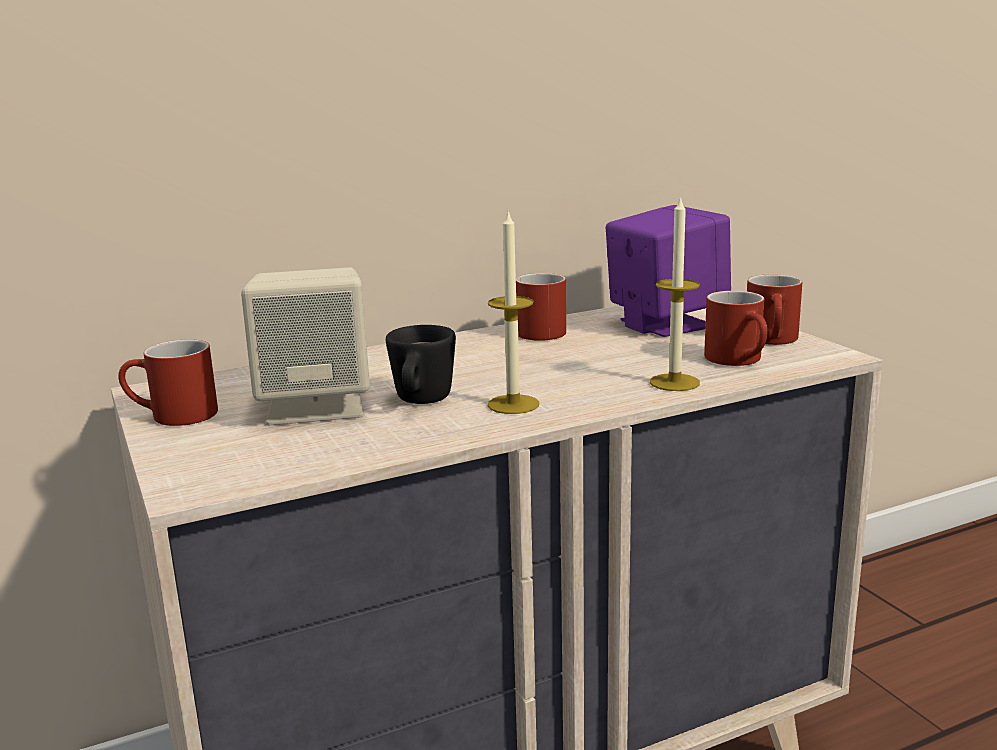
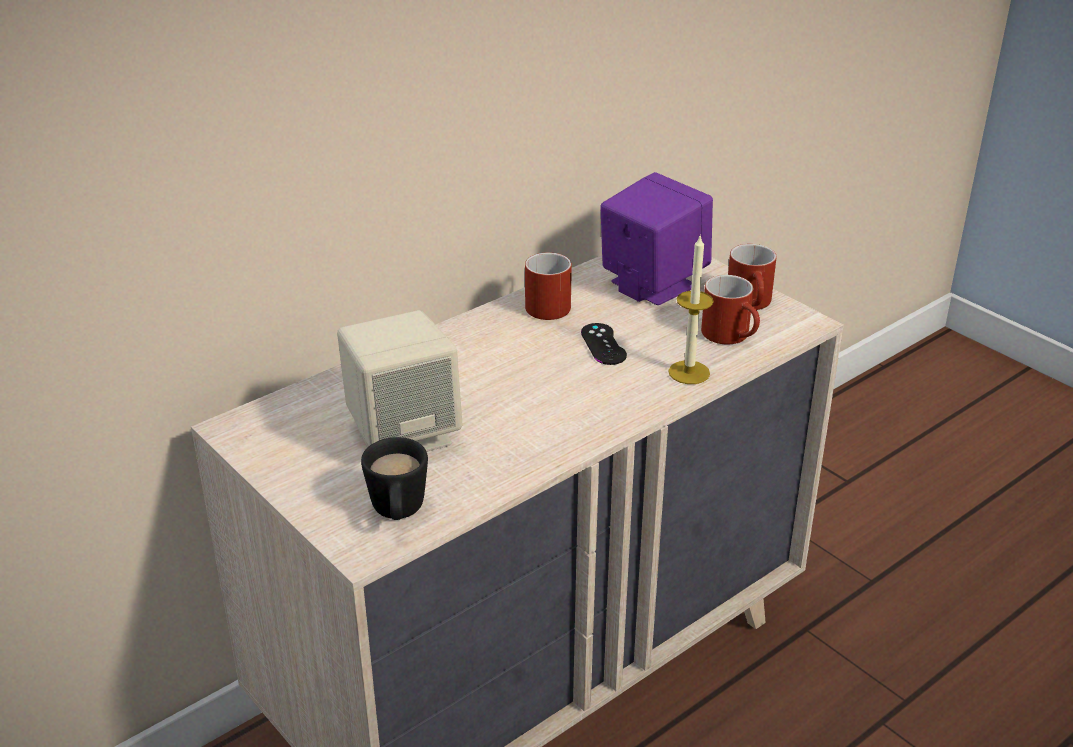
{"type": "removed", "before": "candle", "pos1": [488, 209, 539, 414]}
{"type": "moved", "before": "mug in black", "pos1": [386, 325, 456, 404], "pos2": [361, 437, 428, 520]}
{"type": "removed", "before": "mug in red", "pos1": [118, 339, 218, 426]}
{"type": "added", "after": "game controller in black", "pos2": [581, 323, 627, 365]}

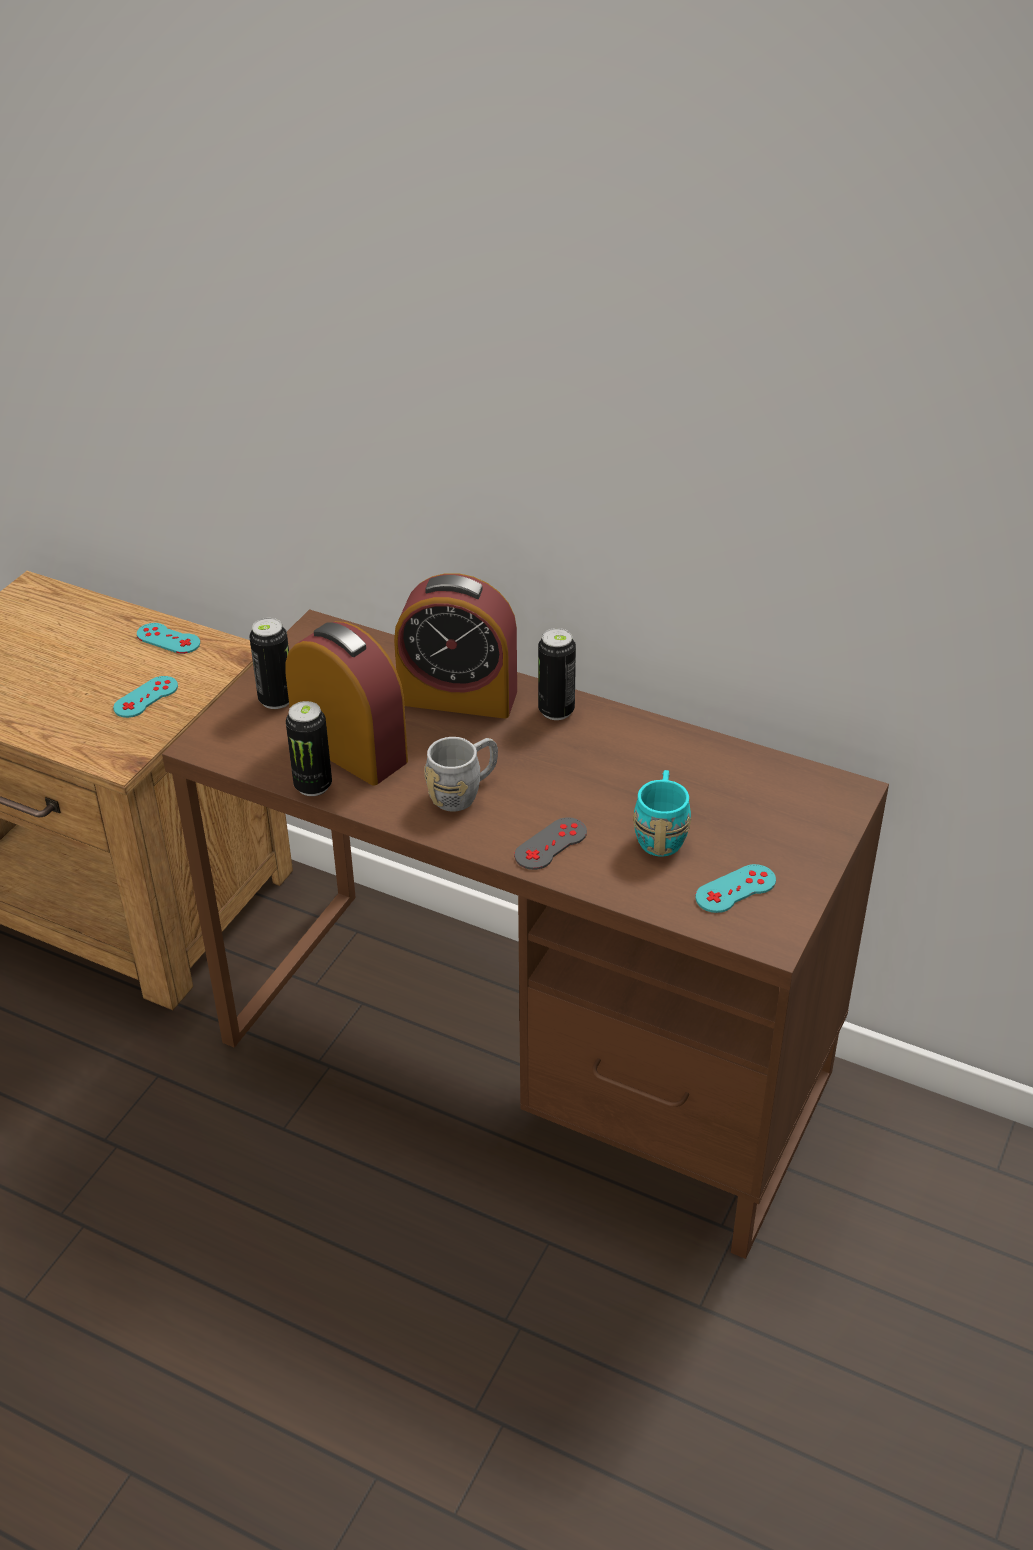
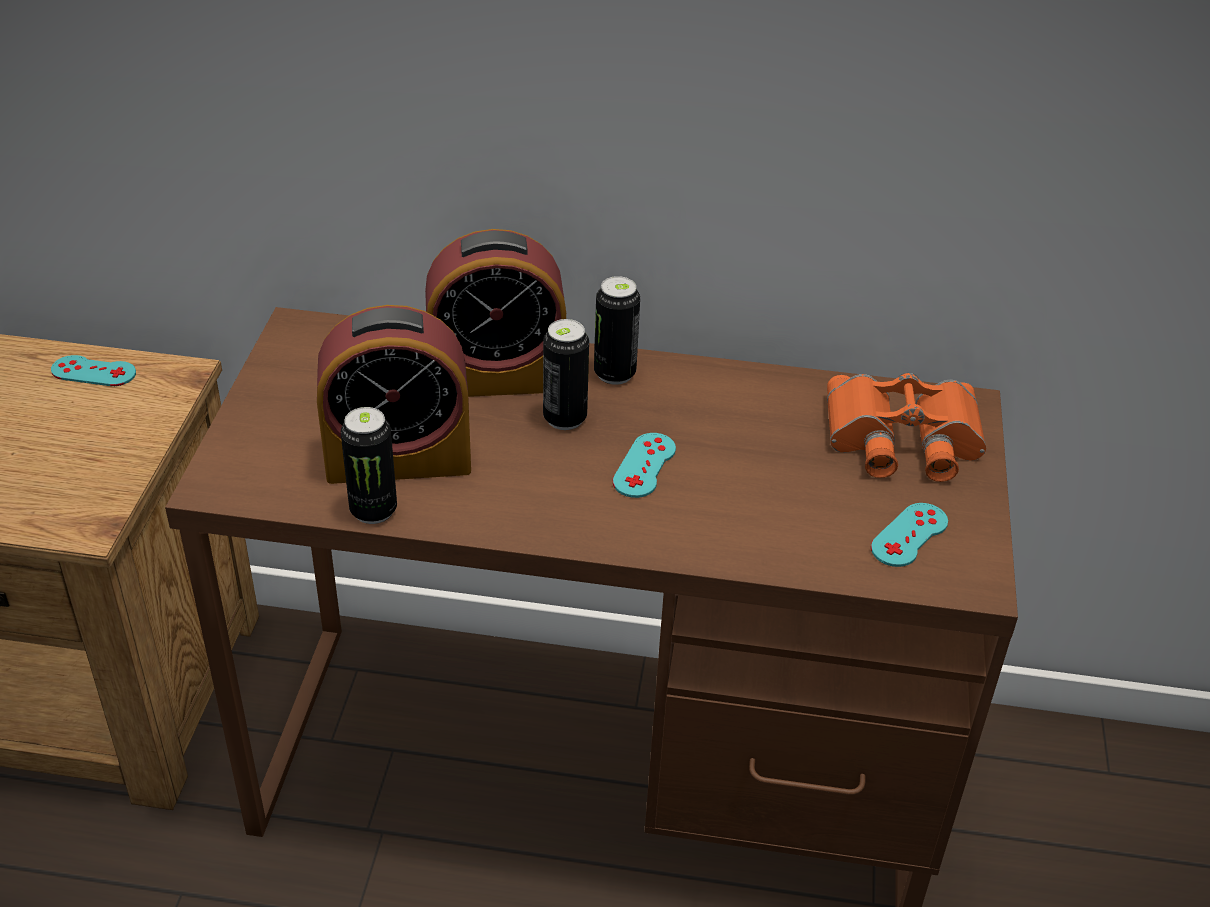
{"type": "moved", "before": "can", "pos1": [249, 618, 289, 709], "pos2": [543, 319, 589, 430]}
{"type": "turned", "before": "alarm clock", "pos1": [285, 621, 408, 786], "pos2": [317, 305, 471, 484], "turn": 150}
{"type": "moved", "before": "game controller in turquoise", "pos1": [113, 676, 178, 718], "pos2": [613, 433, 676, 498]}
{"type": "removed", "before": "mug in grey", "pos1": [424, 737, 498, 812]}
{"type": "removed", "before": "mug in turquoise", "pos1": [633, 770, 691, 857]}
{"type": "removed", "before": "game controller in grey", "pos1": [514, 817, 587, 870]}
{"type": "added", "after": "binoculars in orange", "pos2": [827, 373, 986, 482]}

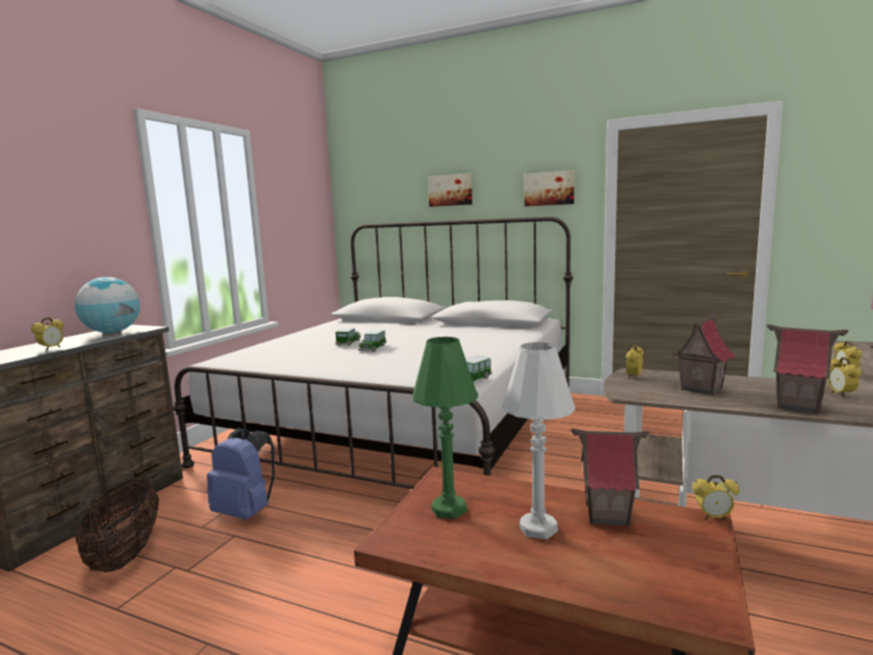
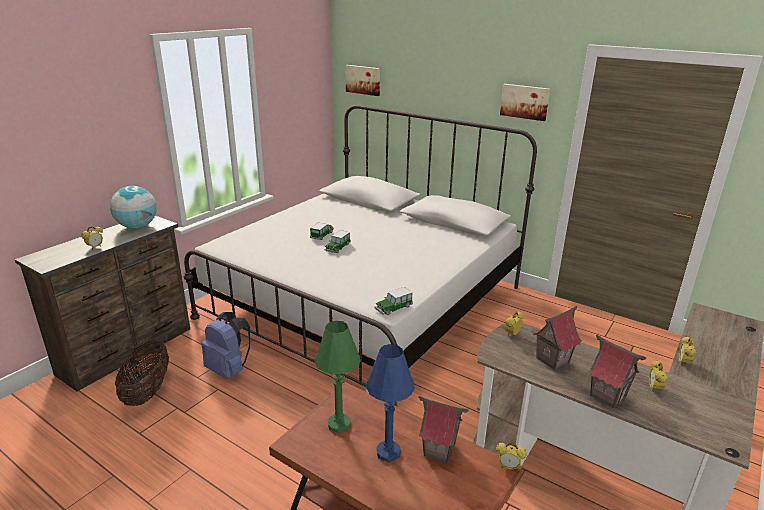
{"type": "moved", "before": "picture", "pos1": [428, 173, 472, 207], "pos2": [346, 65, 380, 96]}
{"type": "recoloured", "before": "table lamp in white", "after": "table lamp in blue", "pos1": [502, 342, 575, 539], "pos2": [366, 344, 415, 463]}

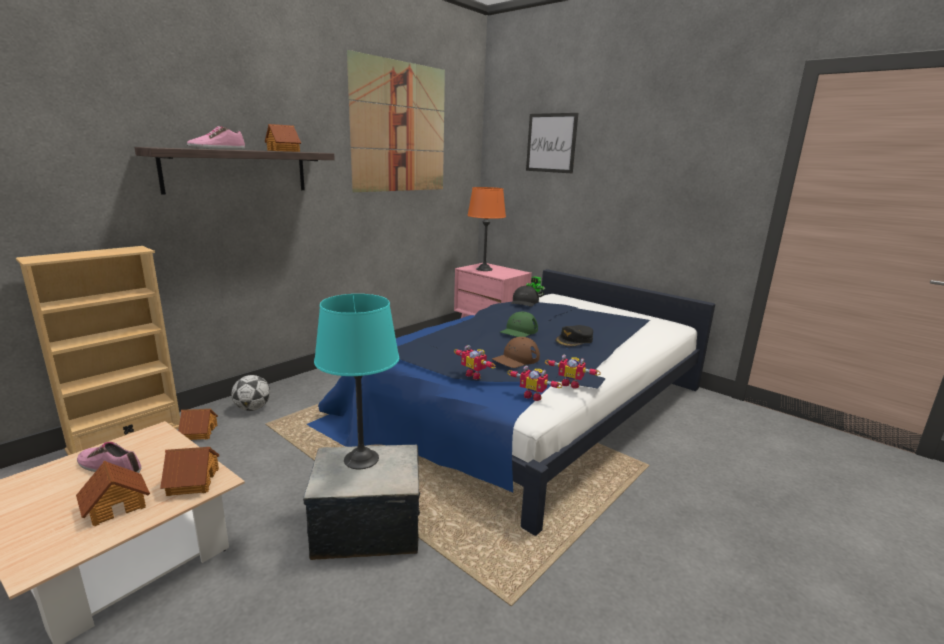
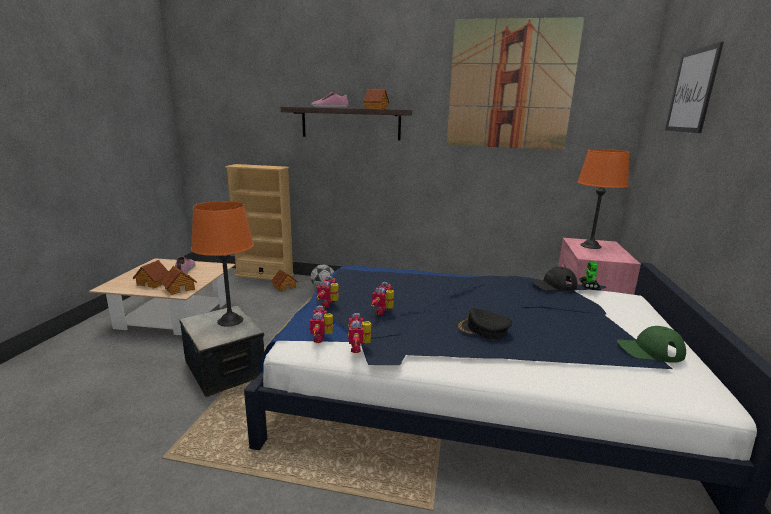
{"type": "recoloured", "before": "table lamp in turquoise", "after": "table lamp in orange", "pos1": [314, 294, 399, 469], "pos2": [191, 201, 254, 327]}
{"type": "moved", "before": "cap in green", "pos1": [500, 312, 538, 337], "pos2": [617, 326, 686, 363]}
{"type": "replaced", "before": "cap in brown", "after": "toy robot", "pos1": [492, 337, 540, 368], "pos2": [371, 282, 394, 315]}

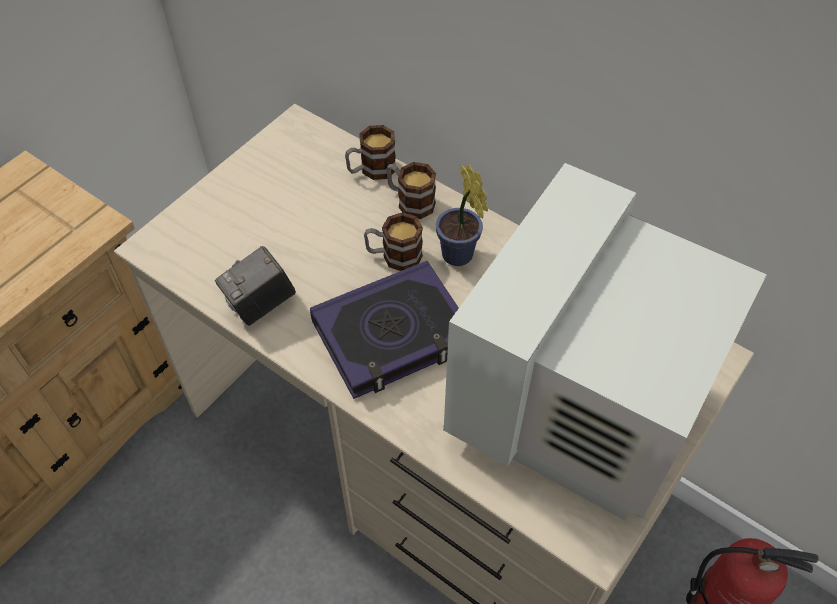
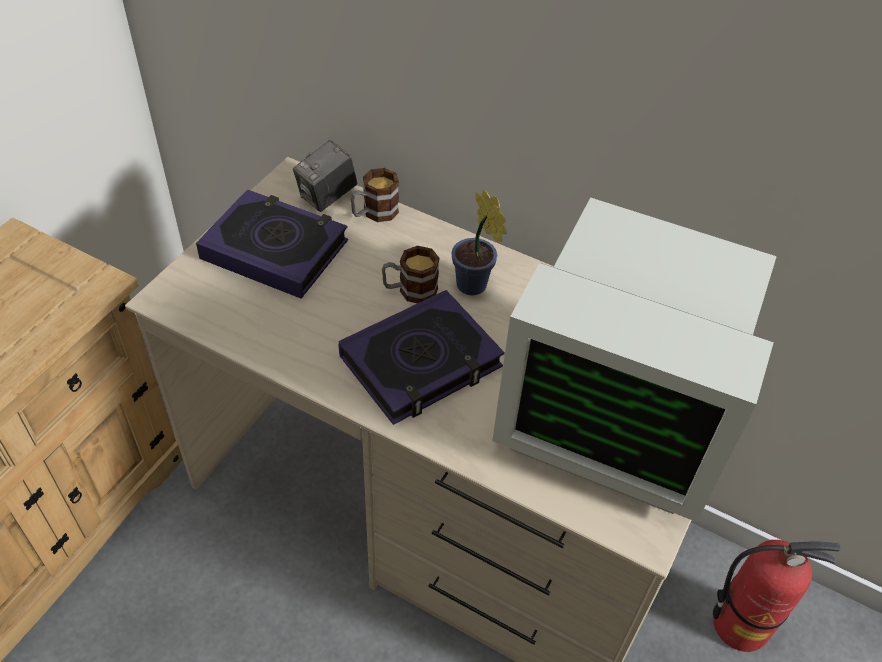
{"type": "removed", "before": "mug", "pos1": [386, 162, 436, 219]}
{"type": "turned", "before": "monitor", "pos1": [444, 163, 767, 520], "pos2": [492, 197, 777, 522], "turn": -90}
{"type": "moved", "before": "photo camera", "pos1": [215, 246, 296, 326], "pos2": [293, 140, 357, 212]}
{"type": "added", "after": "book", "pos2": [196, 189, 348, 298]}

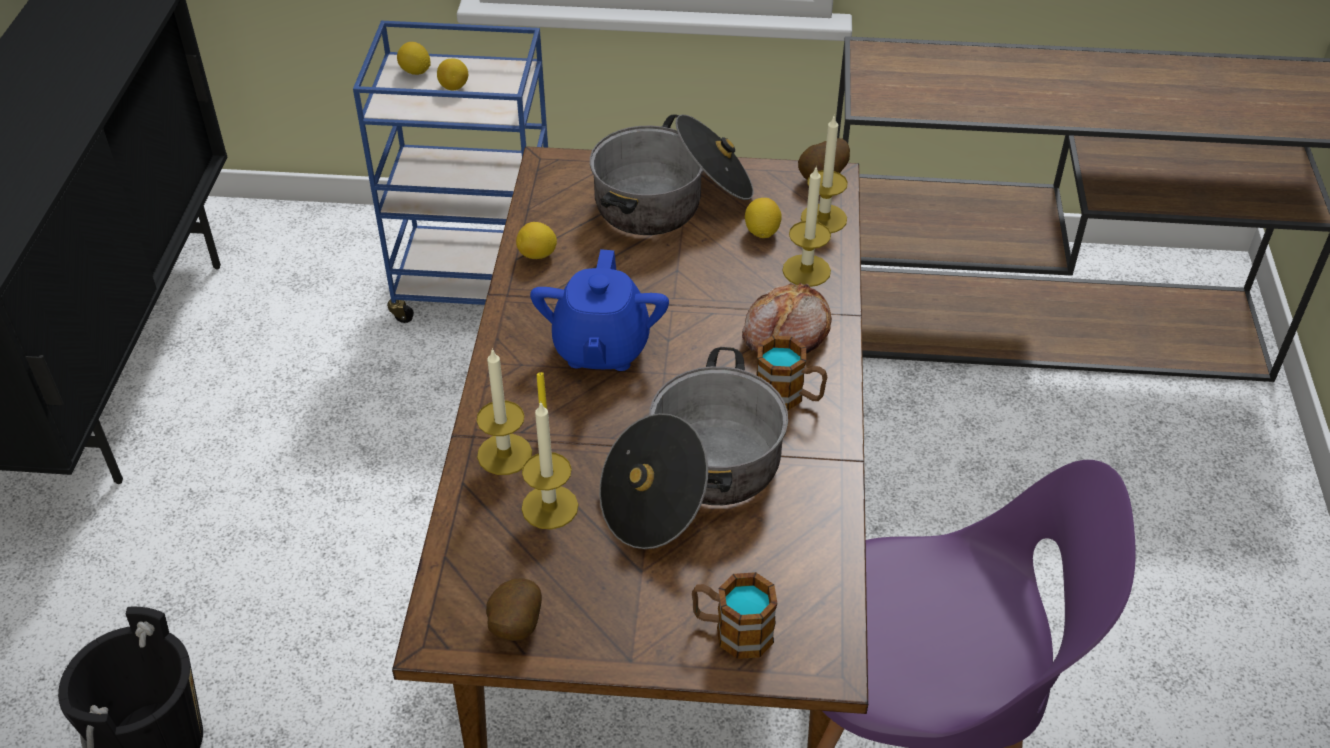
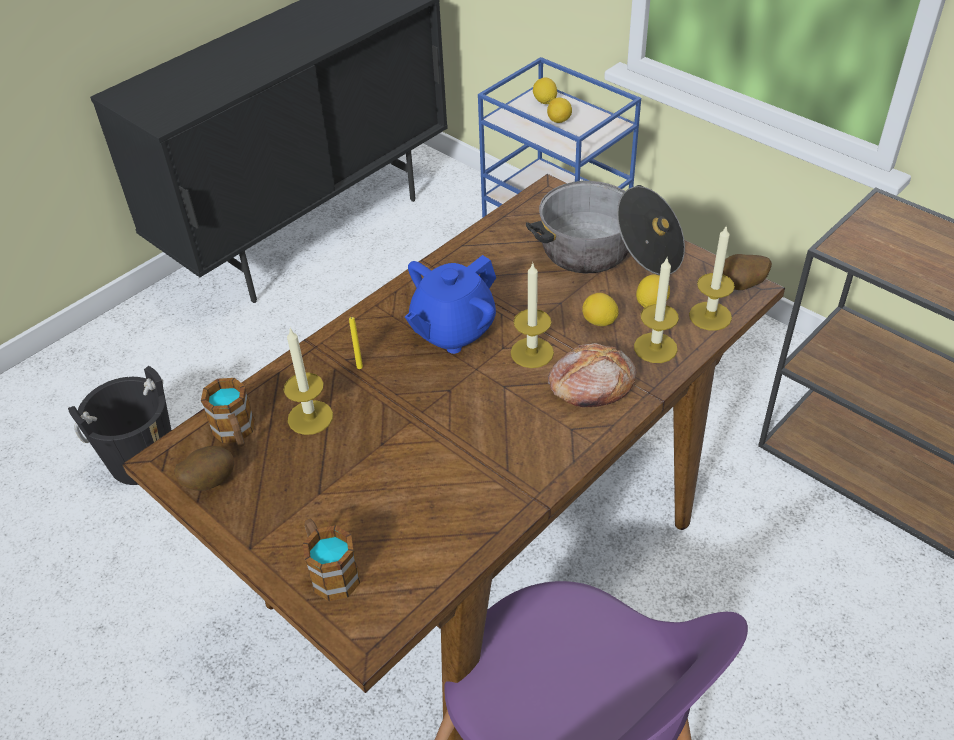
{"type": "moved", "before": "lemon", "pos1": [516, 222, 557, 259], "pos2": [582, 293, 619, 326]}
{"type": "moved", "before": "mug", "pos1": [757, 336, 828, 411], "pos2": [201, 378, 255, 447]}
{"type": "removed", "before": "cooking pot", "pos1": [599, 347, 788, 549]}
{"type": "moved", "before": "candle", "pos1": [476, 348, 532, 475], "pos2": [511, 263, 554, 368]}

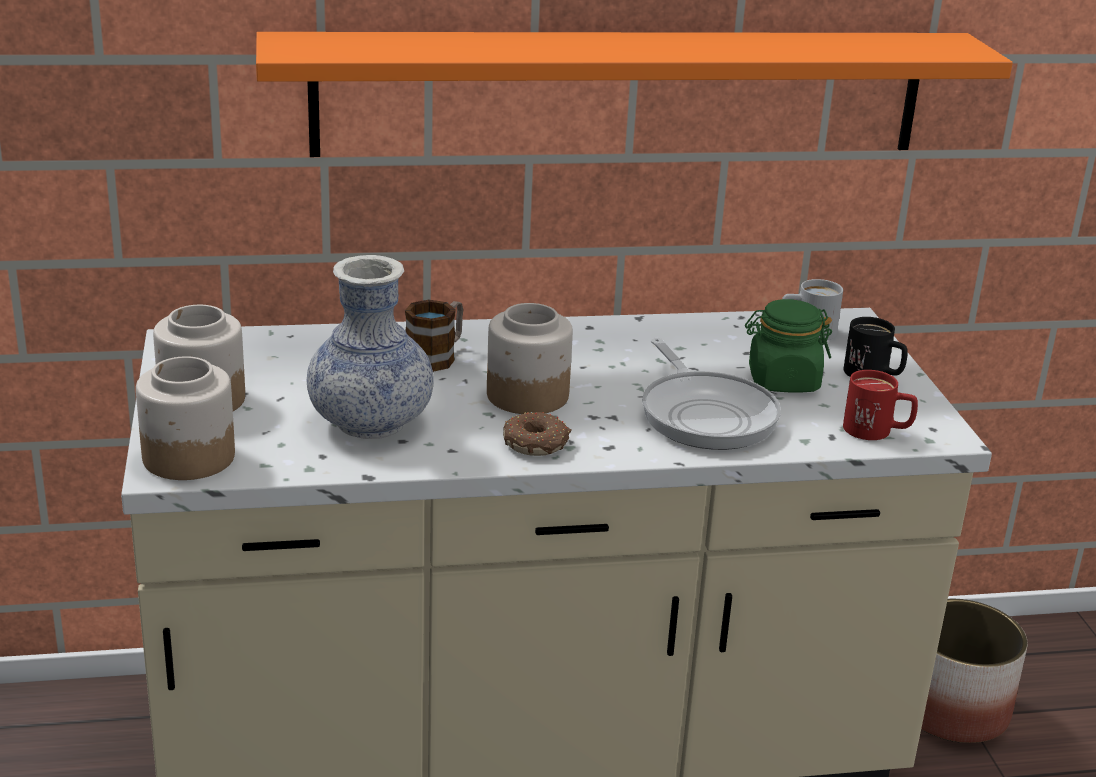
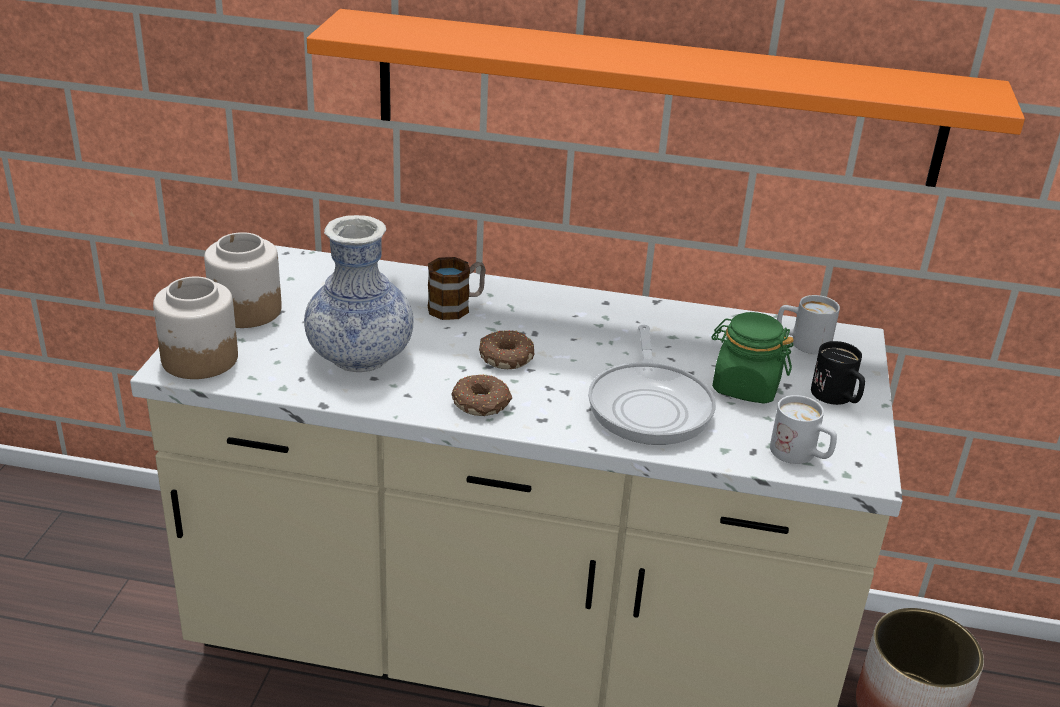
{"type": "replaced", "before": "jar", "after": "donut", "pos1": [487, 303, 573, 414], "pos2": [479, 330, 534, 369]}
{"type": "recoloured", "before": "mug in red", "after": "mug in white", "pos1": [843, 370, 918, 440], "pos2": [770, 395, 837, 464]}

